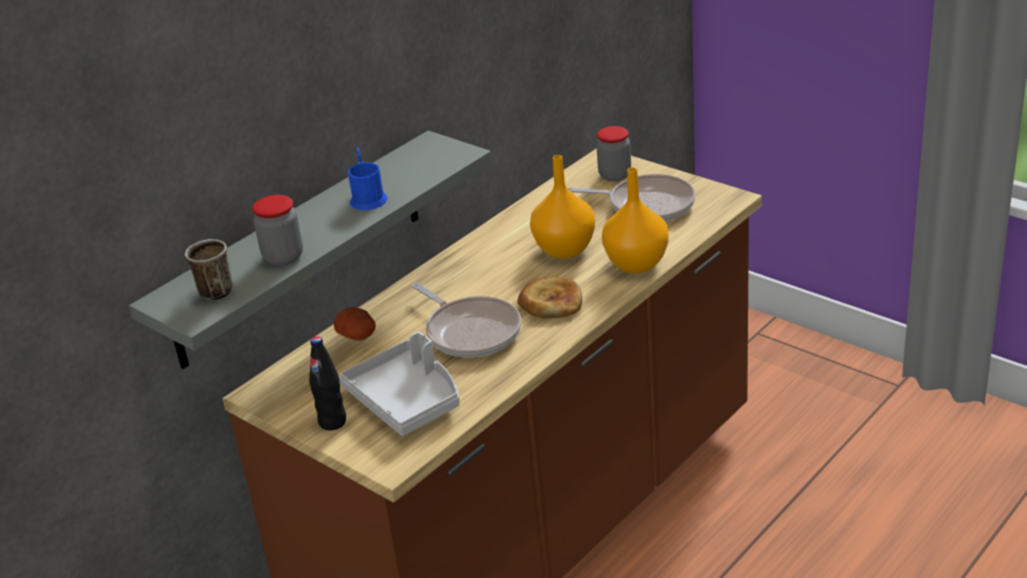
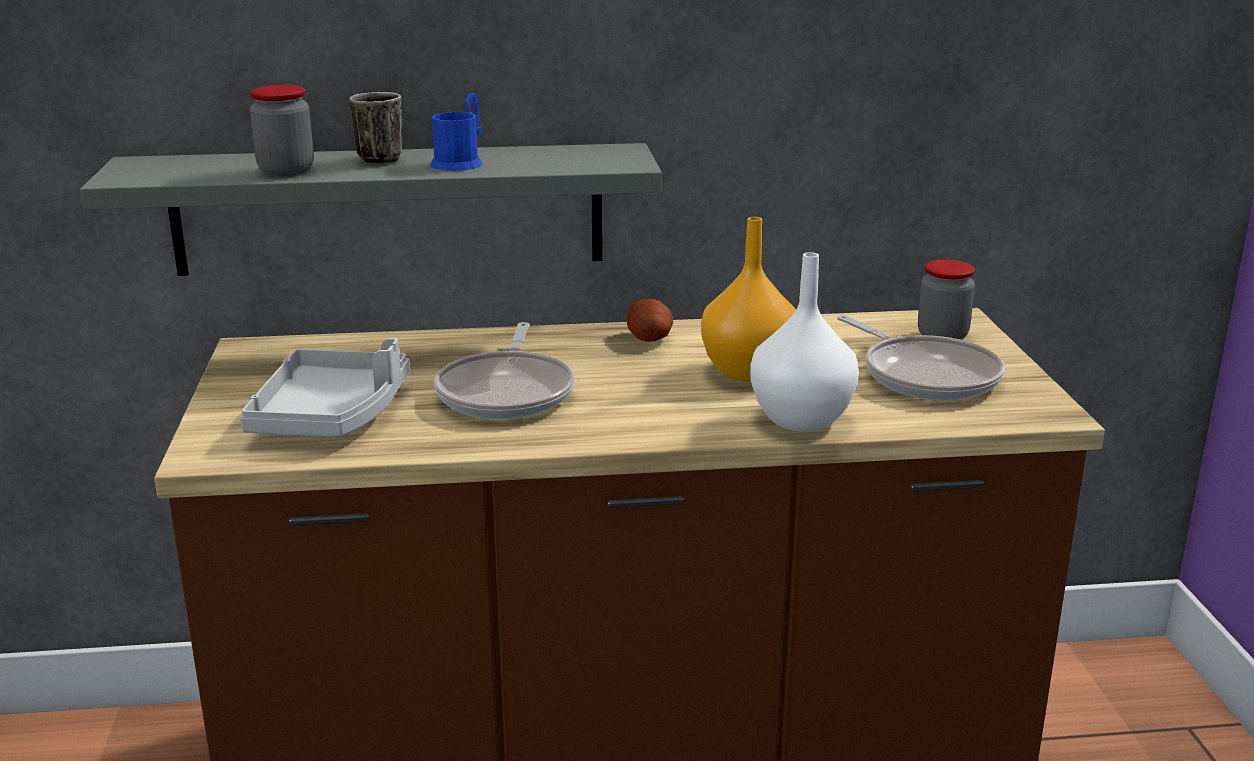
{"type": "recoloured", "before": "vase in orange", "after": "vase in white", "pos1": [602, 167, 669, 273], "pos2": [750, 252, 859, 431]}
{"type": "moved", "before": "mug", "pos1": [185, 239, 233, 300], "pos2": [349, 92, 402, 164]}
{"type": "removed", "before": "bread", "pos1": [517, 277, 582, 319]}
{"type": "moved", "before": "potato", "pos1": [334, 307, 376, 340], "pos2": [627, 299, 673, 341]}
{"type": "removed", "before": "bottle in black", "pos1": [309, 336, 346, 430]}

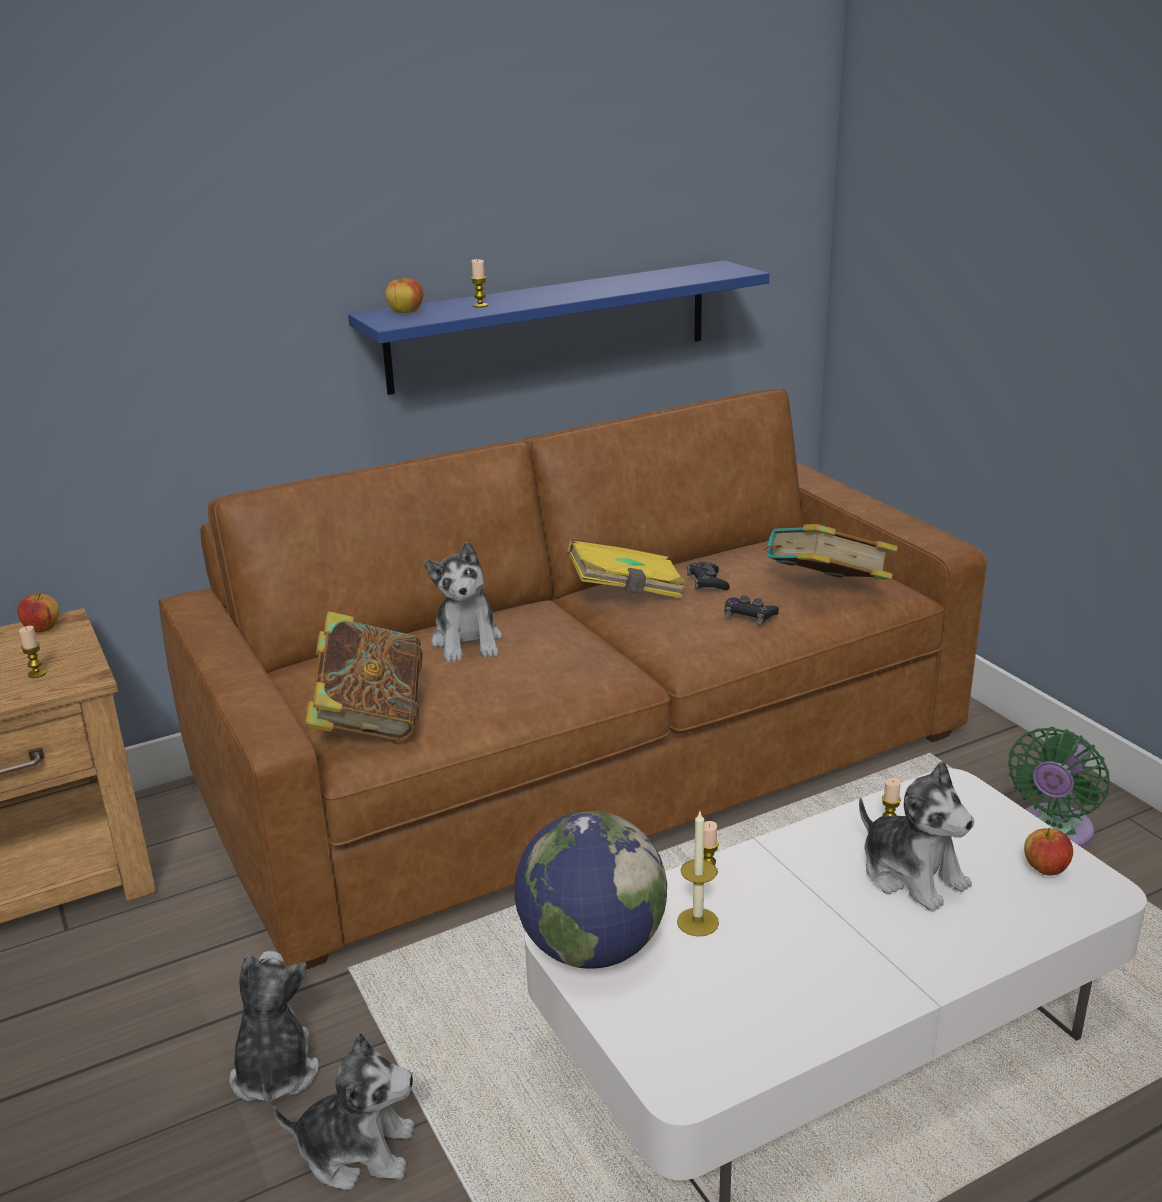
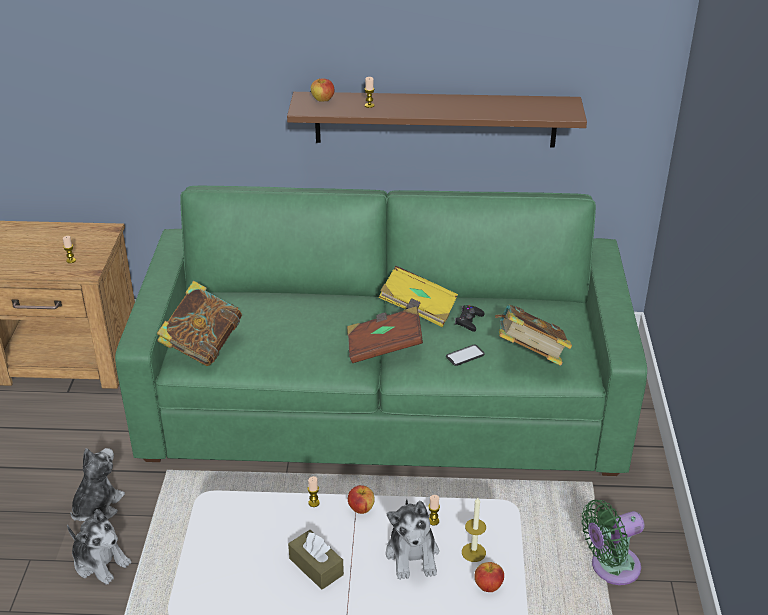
{"type": "recoloured", "before": "shelf in blue", "after": "shelf in brown", "pos1": [348, 260, 769, 395], "pos2": [287, 92, 587, 147]}
{"type": "recoloured", "before": "sofa in brown", "after": "sofa in green", "pos1": [159, 389, 987, 970], "pos2": [115, 186, 647, 476]}
{"type": "removed", "before": "plush toy", "pos1": [424, 542, 502, 662]}
{"type": "moved", "before": "apple", "pos1": [17, 593, 59, 632], "pos2": [348, 485, 375, 514]}
{"type": "replaced", "before": "game controller in black", "after": "phone", "pos1": [725, 595, 779, 625], "pos2": [446, 345, 485, 366]}
{"type": "removed", "before": "globe", "pos1": [514, 811, 667, 969]}
{"type": "moved", "before": "candle", "pos1": [677, 812, 719, 937], "pos2": [462, 497, 486, 562]}
{"type": "added", "after": "book in brown", "pos2": [347, 306, 423, 363]}
{"type": "added", "after": "tissue box in brown", "pos2": [288, 530, 344, 590]}

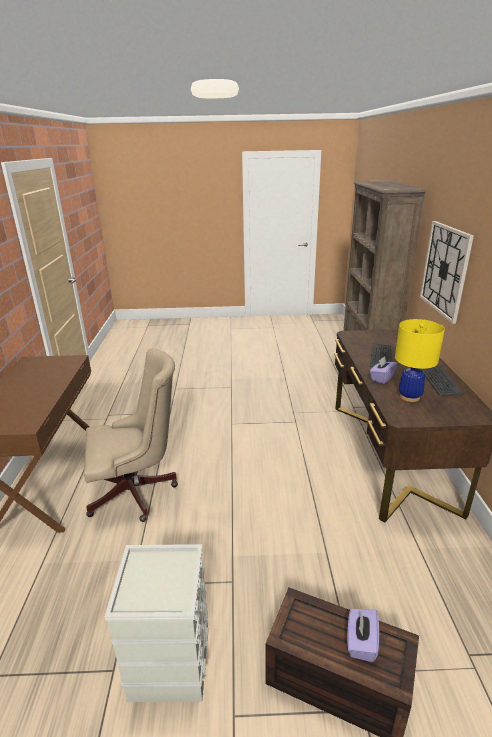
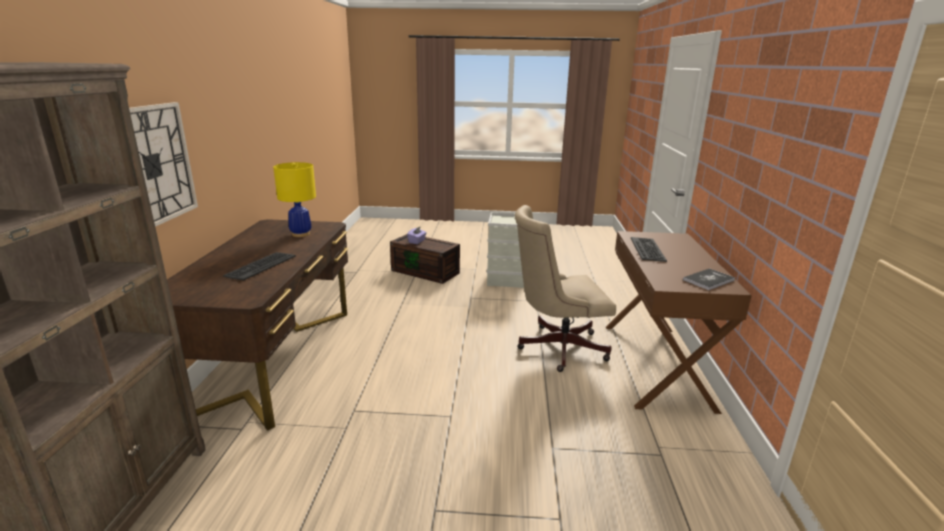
{"type": "removed", "before": "tissue box in purple", "pos1": [370, 356, 397, 384]}
{"type": "moved", "before": "keyboard", "pos1": [420, 364, 463, 396], "pos2": [631, 237, 667, 262]}
{"type": "added", "after": "book", "pos2": [683, 268, 735, 290]}

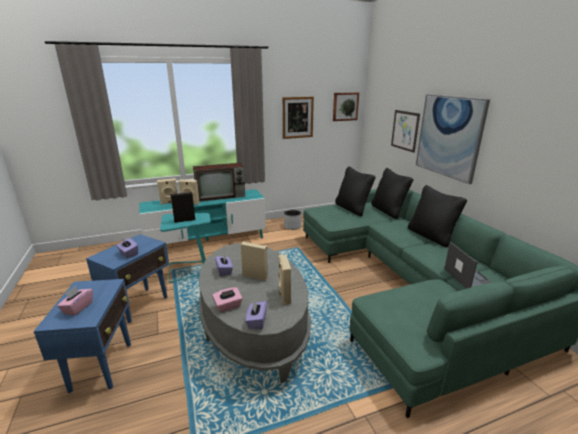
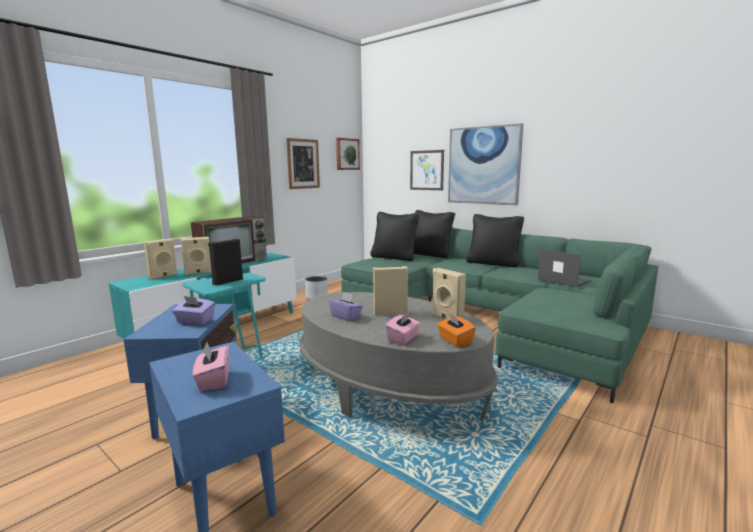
{"type": "recoloured", "before": "tissue box in purple", "after": "tissue box in orange", "pos1": [245, 300, 267, 329], "pos2": [437, 313, 476, 347]}

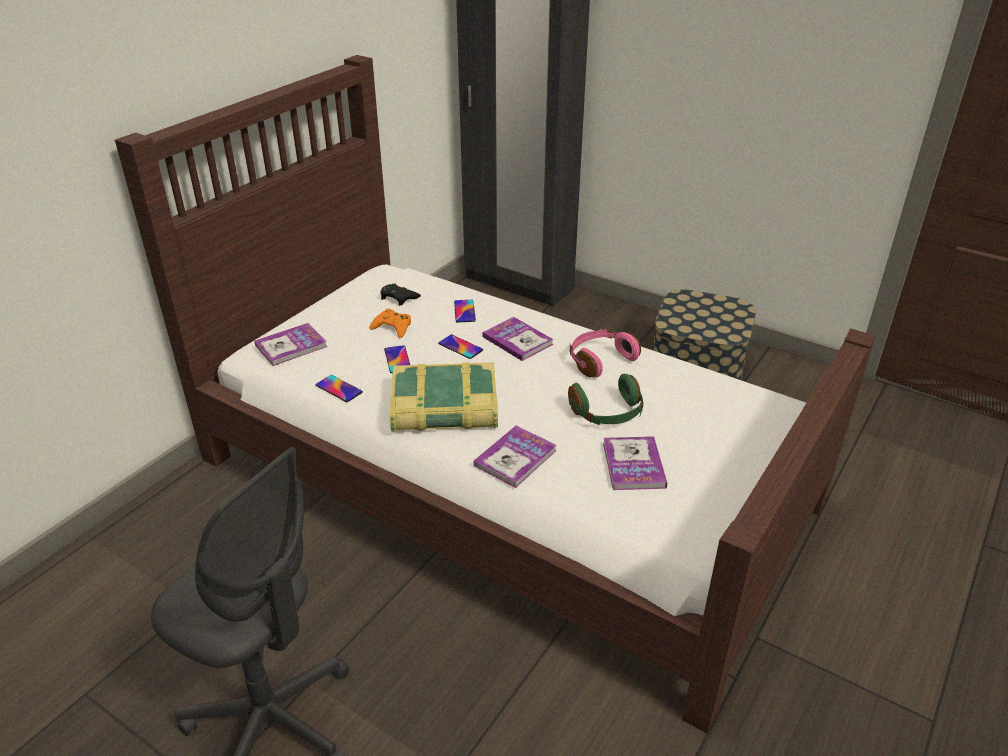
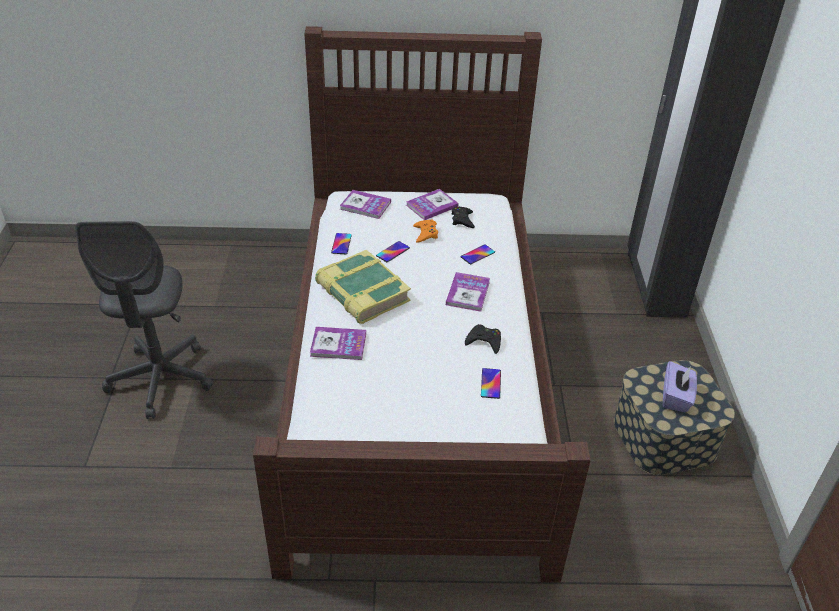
{"type": "replaced", "before": "headphones in pink", "after": "game controller in black", "pos1": [570, 329, 641, 378], "pos2": [465, 324, 501, 354]}
{"type": "moved", "before": "phone", "pos1": [438, 335, 483, 359], "pos2": [481, 368, 501, 399]}
{"type": "removed", "before": "headphones in green", "pos1": [568, 374, 644, 425]}
{"type": "moved", "before": "book", "pos1": [603, 436, 667, 490], "pos2": [406, 189, 459, 220]}
{"type": "added", "after": "tissue box in purple", "pos2": [663, 361, 697, 412]}

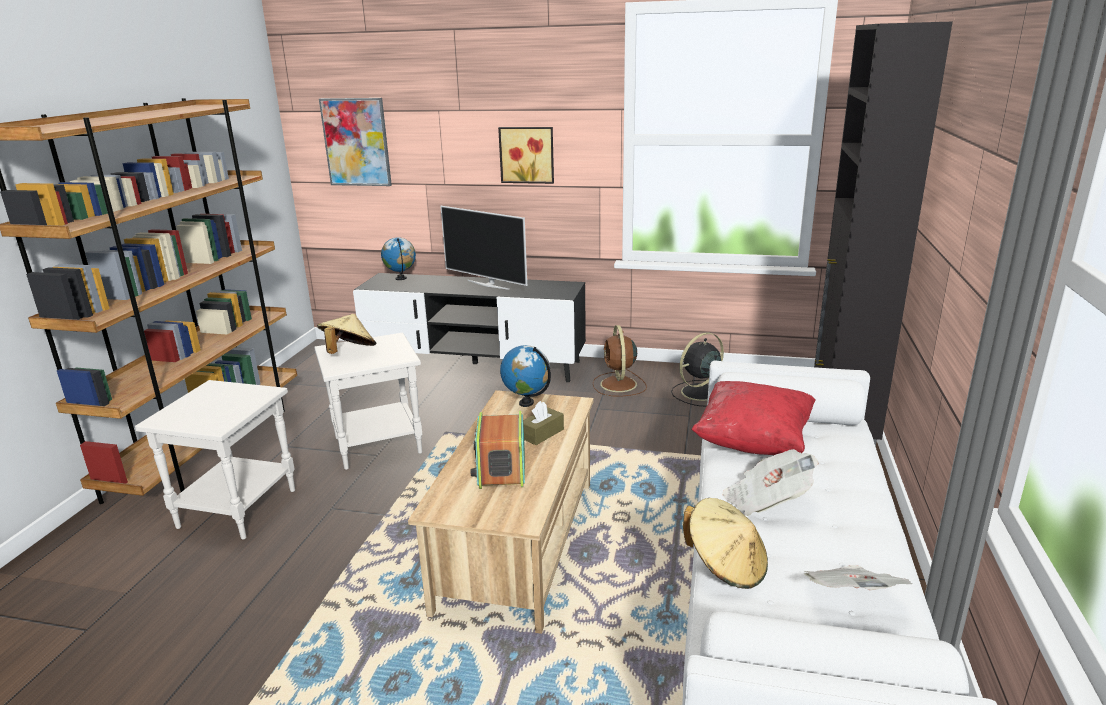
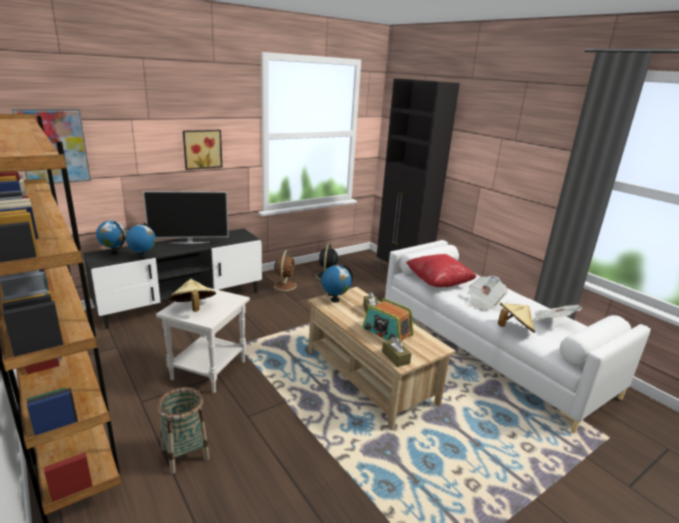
{"type": "turned", "before": "fan in brown", "pos1": [593, 325, 647, 396], "pos2": [270, 250, 301, 293], "turn": -120}
{"type": "replaced", "before": "side table in white", "after": "basket", "pos1": [135, 380, 295, 540], "pos2": [157, 387, 210, 474]}
{"type": "added", "after": "globe", "pos2": [126, 223, 156, 259]}
{"type": "added", "after": "tissue box in brown", "pos2": [382, 337, 412, 367]}

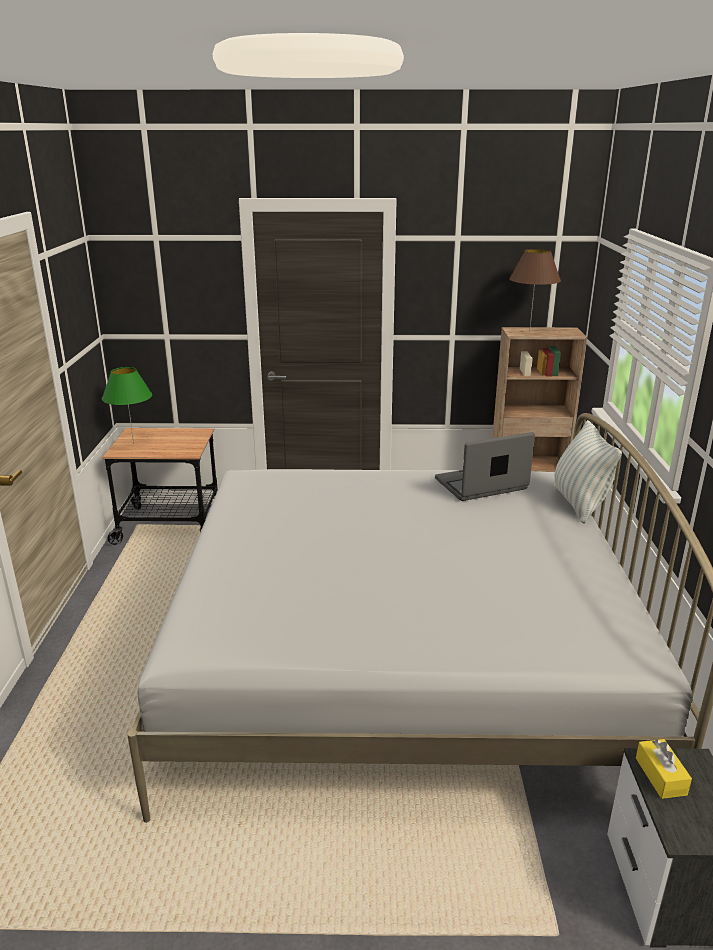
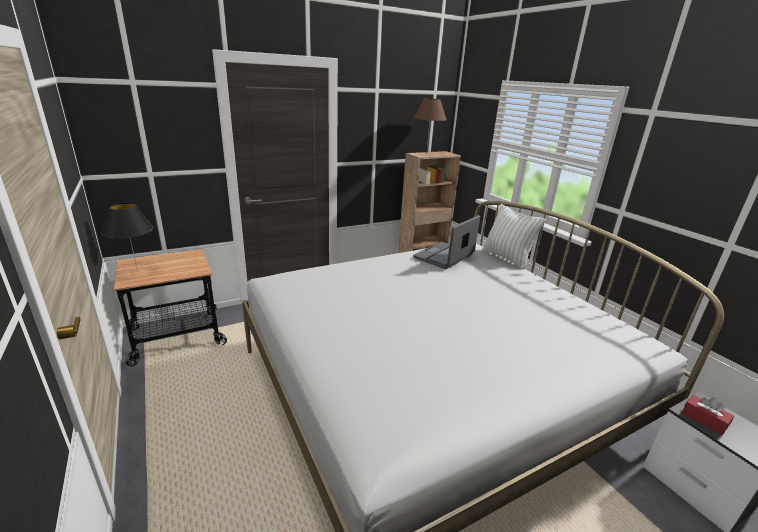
{"type": "recoloured", "before": "table lamp in green", "after": "table lamp in black", "pos1": [102, 367, 152, 444], "pos2": [101, 203, 154, 273]}
{"type": "recoloured", "before": "tissue box in yellow", "after": "tissue box in red", "pos1": [636, 739, 692, 799], "pos2": [681, 395, 734, 435]}

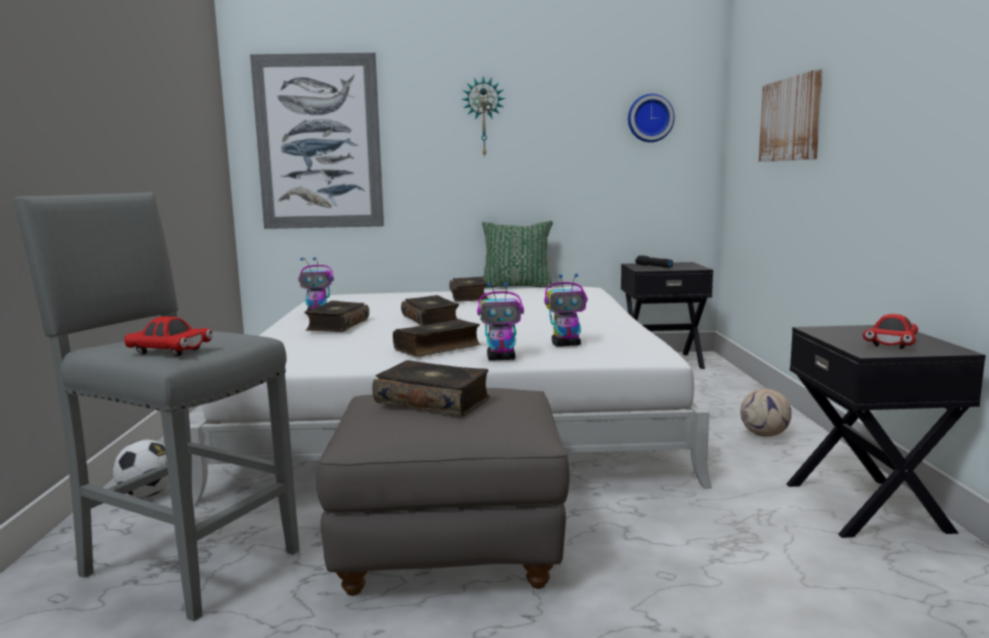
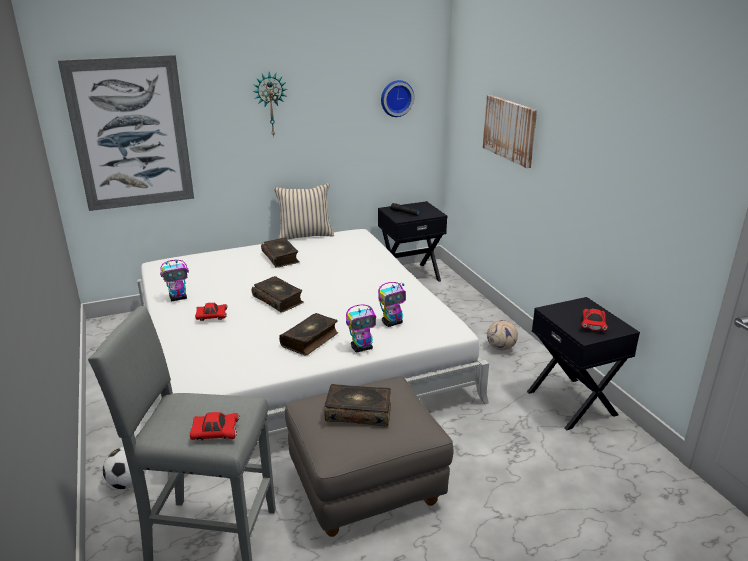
{"type": "recoloured", "before": "pillow in green", "after": "pillow in beige", "pos1": [482, 221, 553, 288], "pos2": [274, 183, 334, 240]}
{"type": "replaced", "before": "book", "after": "toy car in red", "pos1": [304, 301, 369, 332], "pos2": [195, 303, 227, 321]}

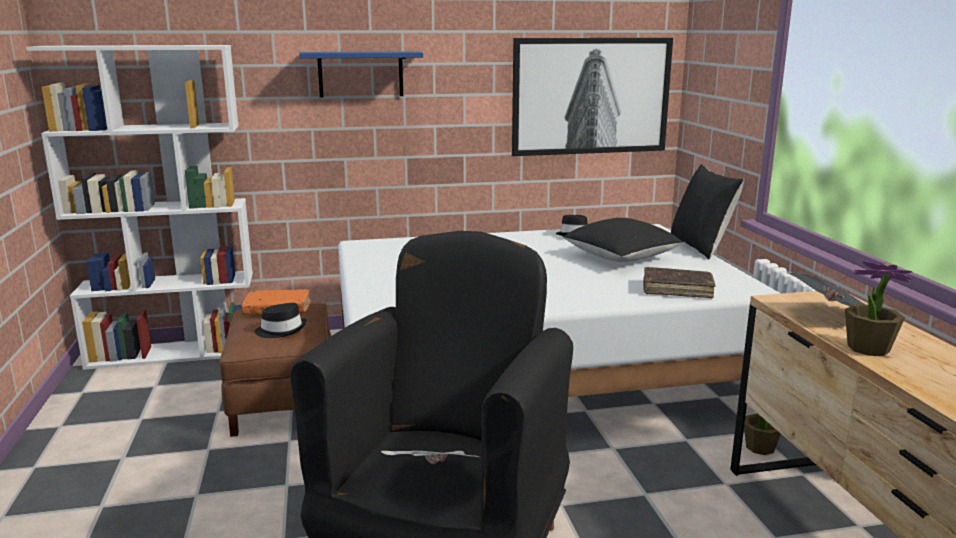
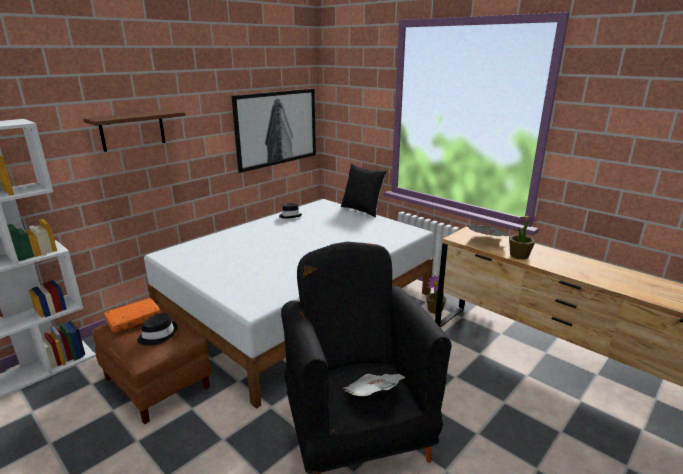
{"type": "recoloured", "before": "shelf in blue", "after": "shelf in brown", "pos1": [299, 51, 423, 98], "pos2": [83, 110, 185, 152]}
{"type": "removed", "before": "pillow in black", "pos1": [562, 218, 684, 262]}
{"type": "removed", "before": "book in brown", "pos1": [643, 267, 716, 298]}

